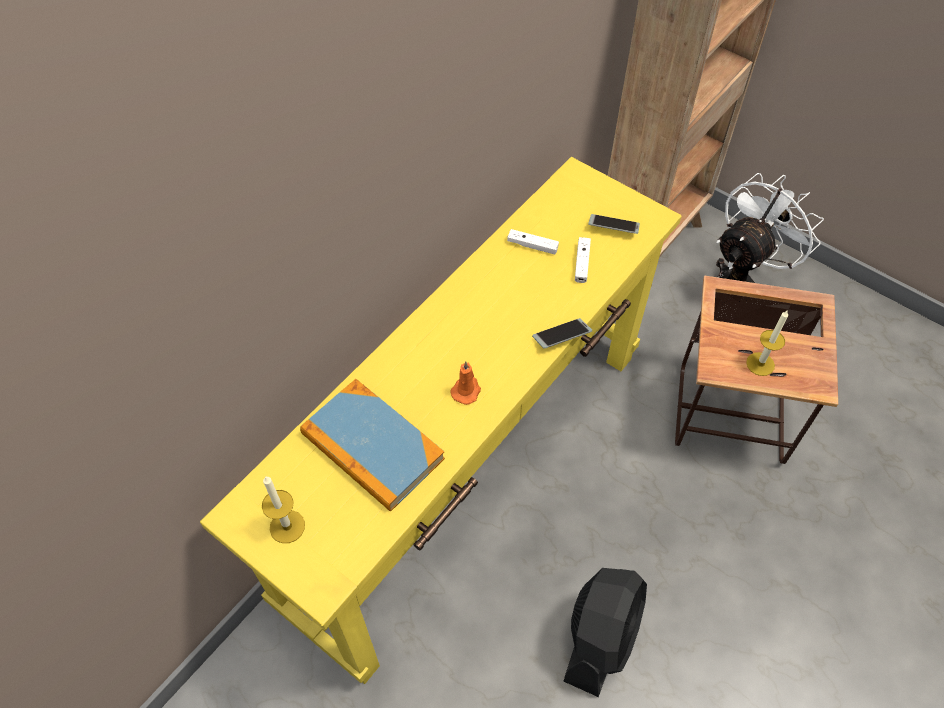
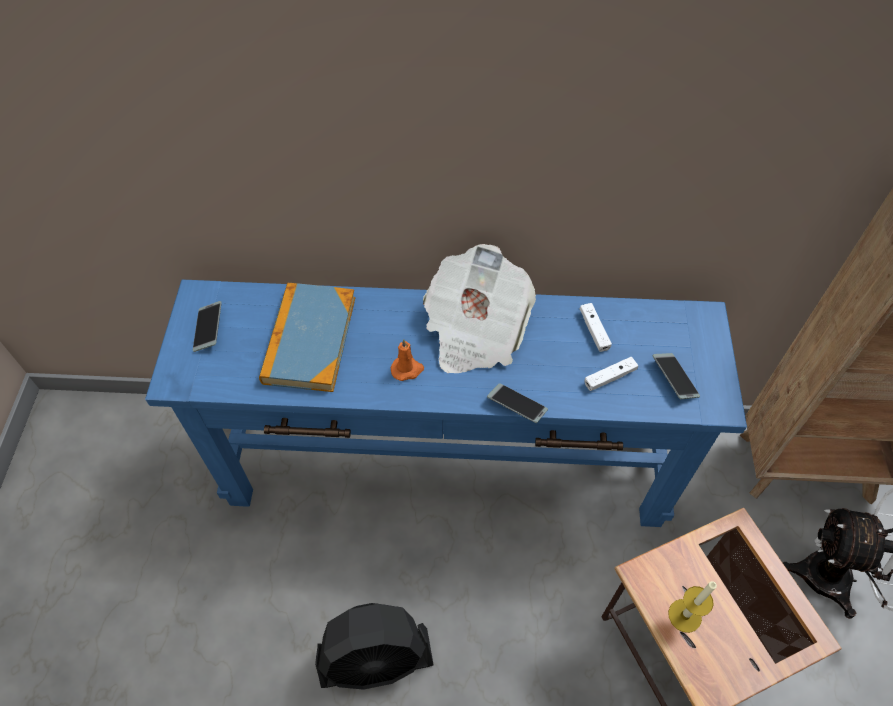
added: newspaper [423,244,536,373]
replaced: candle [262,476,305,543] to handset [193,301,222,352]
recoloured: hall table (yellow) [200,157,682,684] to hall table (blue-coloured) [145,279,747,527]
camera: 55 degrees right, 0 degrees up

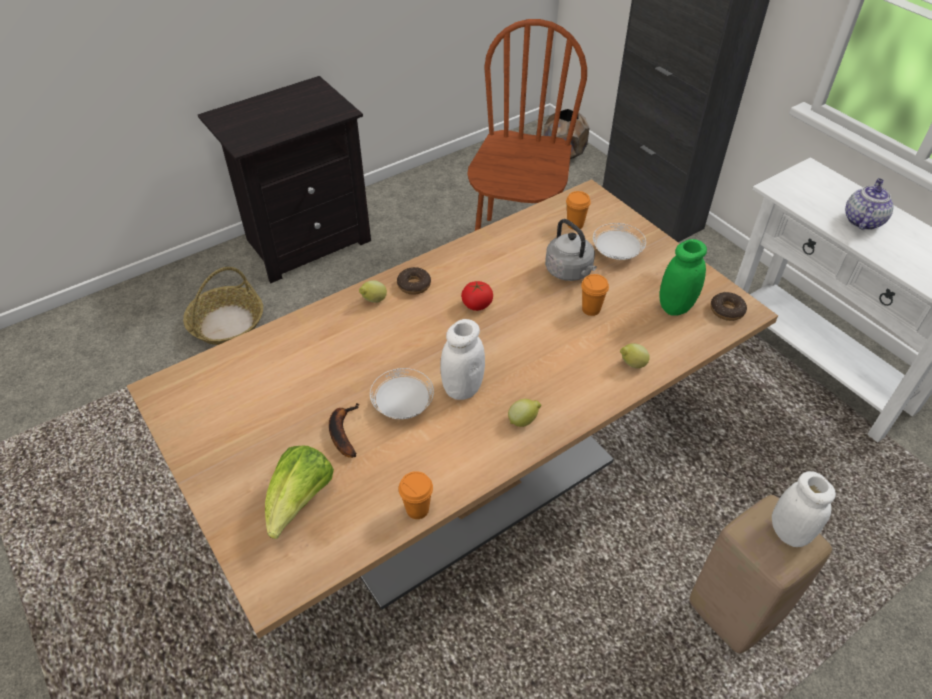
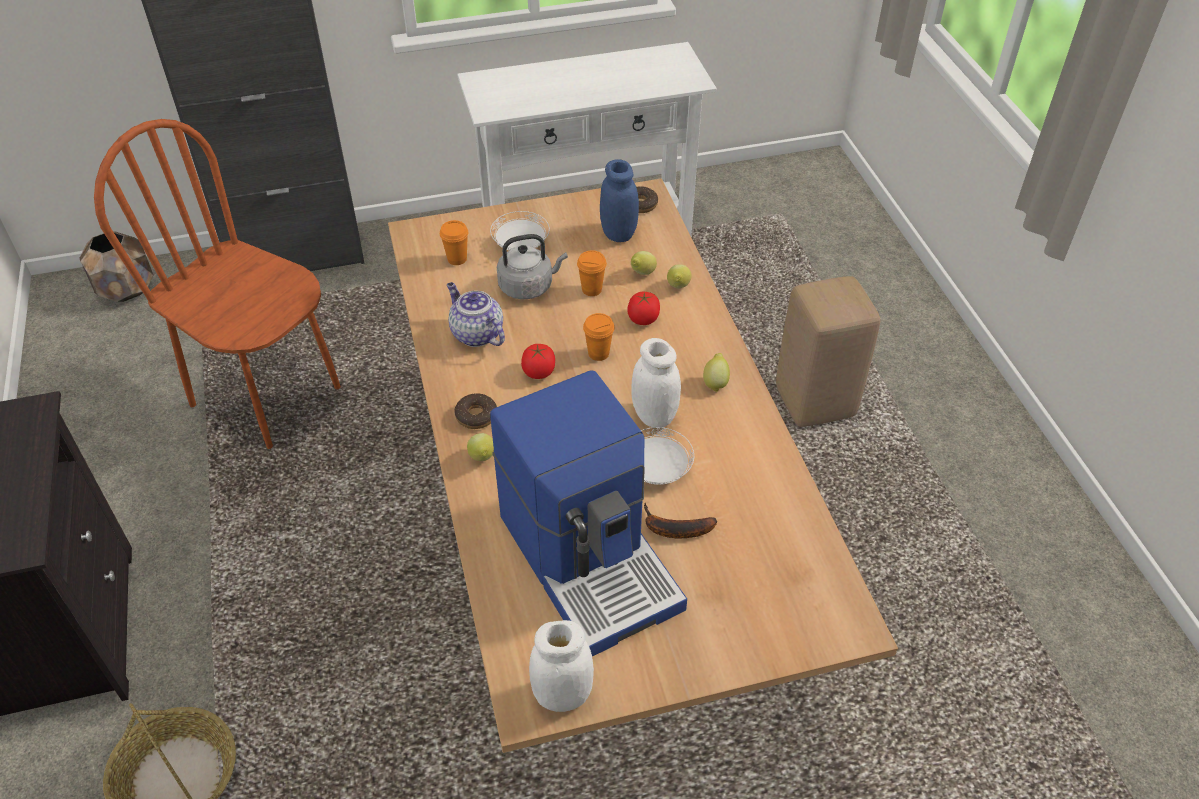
removed: lettuce [265,446,334,539]
added: coffee machine [490,370,687,656]; whole tomato [627,292,660,325]; lemon [631,251,657,275]
moved: drinking cup (orangey) [399,471,433,519] to [583,313,615,361]; jar (whitish) [772,471,836,547] to [529,620,594,712]; tea pot [845,178,894,230] to [447,282,505,347]
recoloured: jar (greenish) [659,239,707,316] to jar (blue-coloured) [600,159,639,242]
camera: 70 degrees left, 0 degrees up

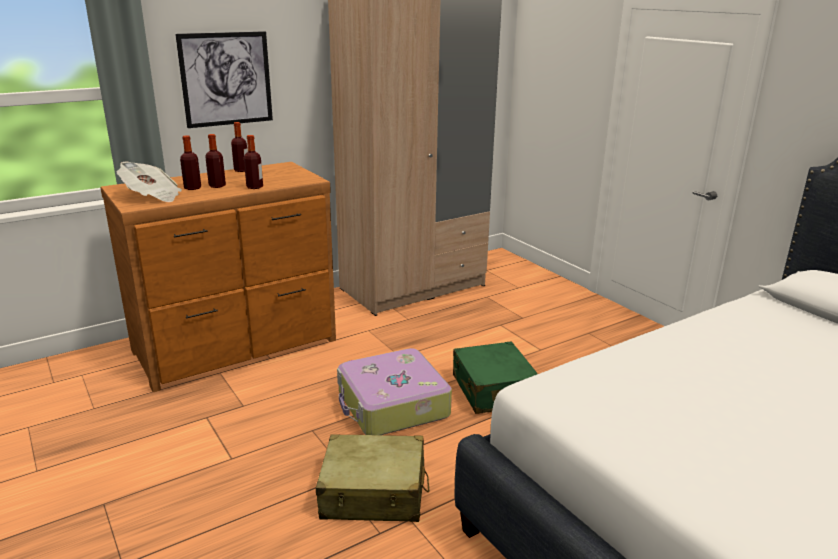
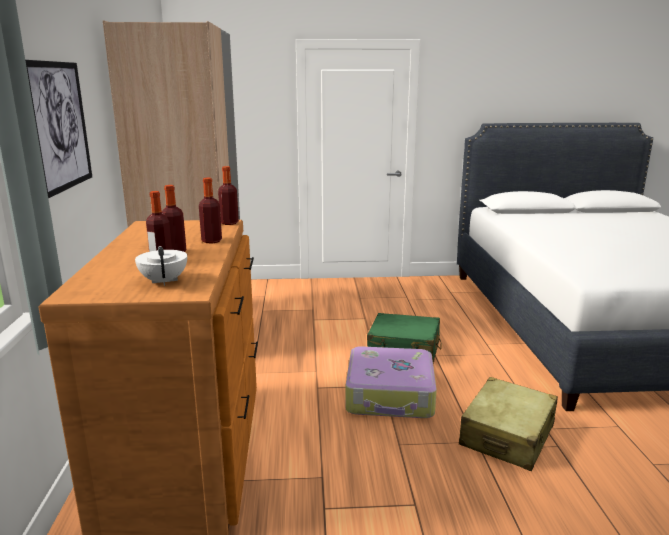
moved: drink bottle [231,122,248,172] to [218,166,239,225]
replaced: newspaper [117,162,182,202] to tea pot (whitish) [135,246,187,286]
camera: 60 degrees left, 5 degrees down

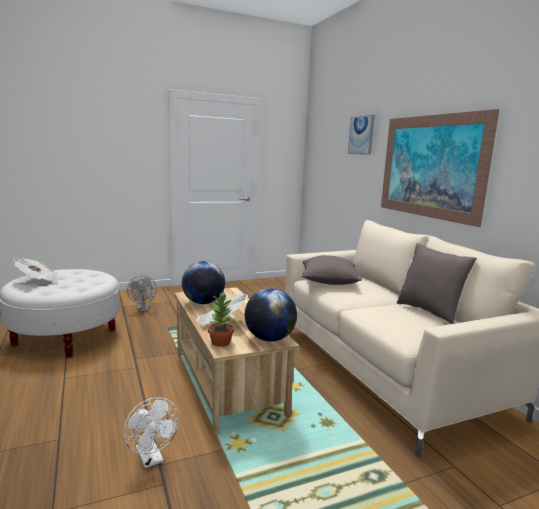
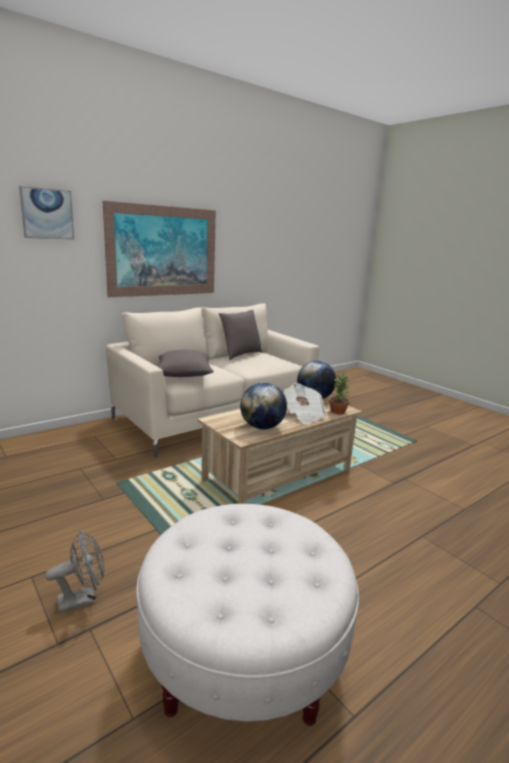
removed: newspaper [13,258,58,282]; cooling fan (whitish) [123,397,179,468]
camera: 105 degrees left, 5 degrees up

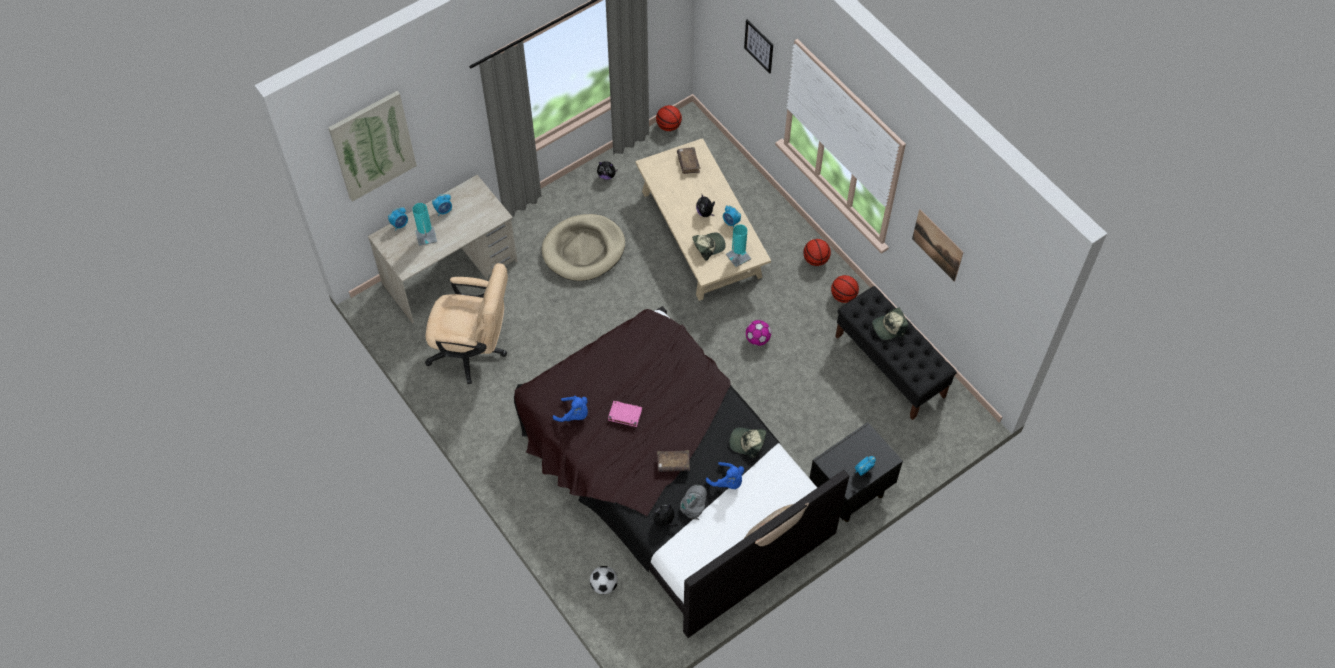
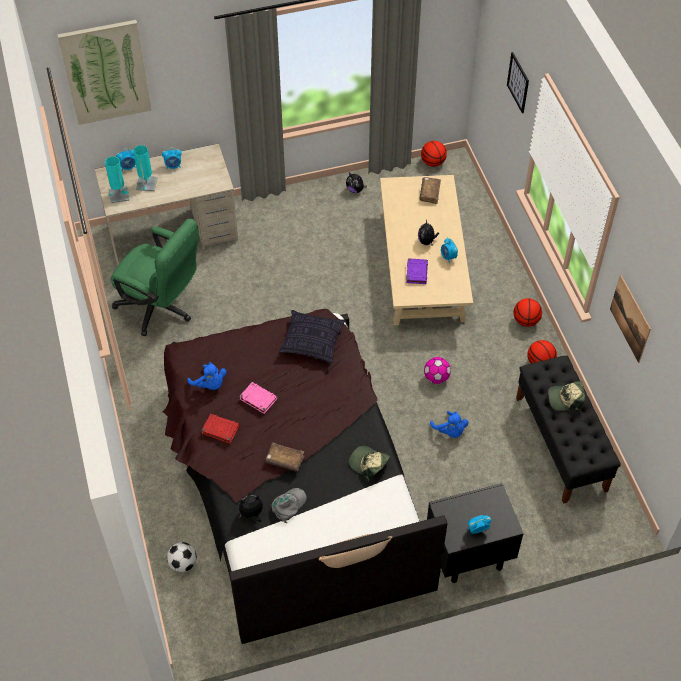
removed: dog bed (beige) [541,214,625,281]
added: volume (reddish) [201,414,240,443]; throw pillow [279,310,346,363]
moved: soft toy (blue-coloured) [706,462,744,489] to [430,411,468,438]; lamp for a table (turquoise-coloured) [726,224,751,267] to [105,156,130,203]
replaced: peaked cap [692,233,726,261] to volume (purple) [406,258,428,284]
recoloured: desk chair (beige) [425,263,508,384] to desk chair (greenish) [111,219,199,336]
camera: 20 degrees right, 5 degrees down

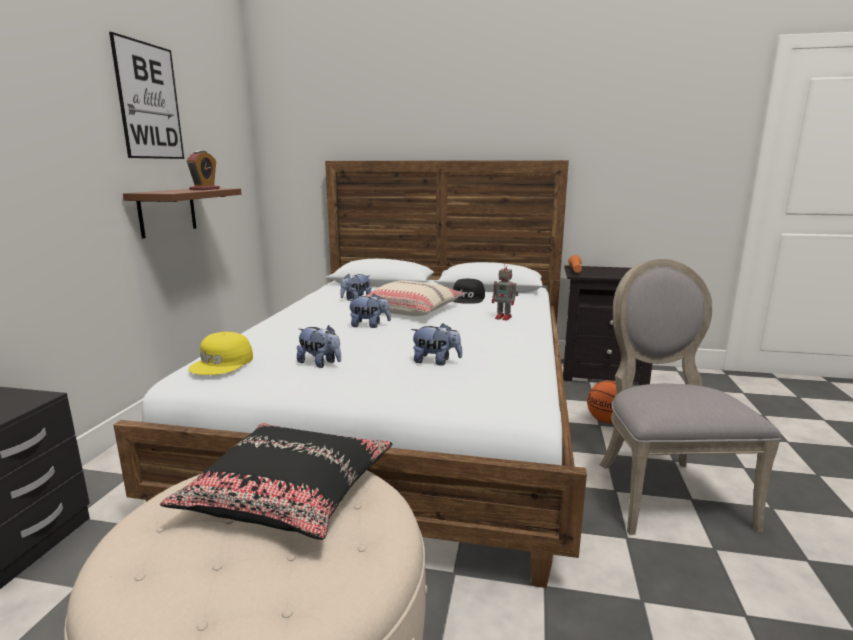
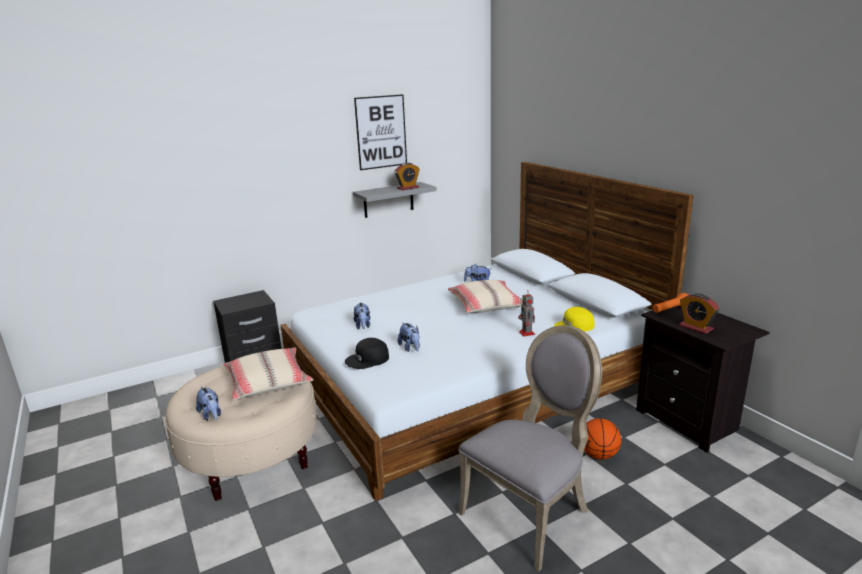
added: table clock [679,293,719,334]
moved: peaked cap (yellow) [188,332,253,375] to [554,307,594,332]; soft toy [348,294,391,328] to [196,387,221,421]; peaked cap (blackish) [453,279,485,304] to [345,338,389,369]
recoloured: shelf (brownish) [123,188,241,238] to shelf (greyish) [353,182,437,218]; throw pillow (blackish) [160,423,393,540] to throw pillow (beige) [223,347,313,400]
camera: 50 degrees right, 5 degrees up

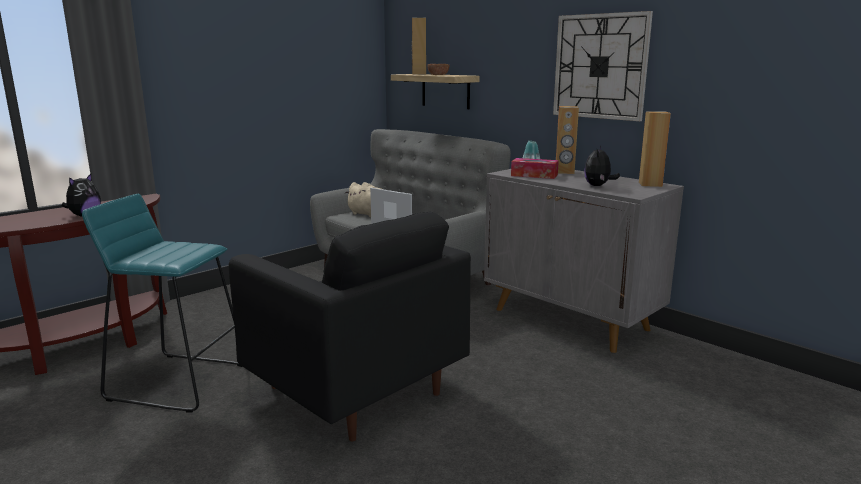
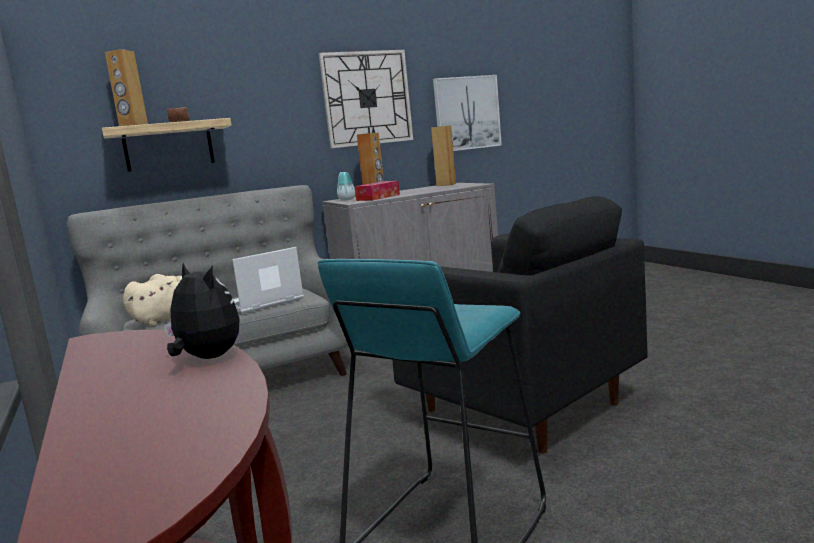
removed: soft toy [584,146,620,186]
added: picture [433,75,502,151]
turned: armchair (blackish) [229,212,471,442] = [393,196,648,453] 75 degrees clockwise
camera: 70 degrees left, 5 degrees down

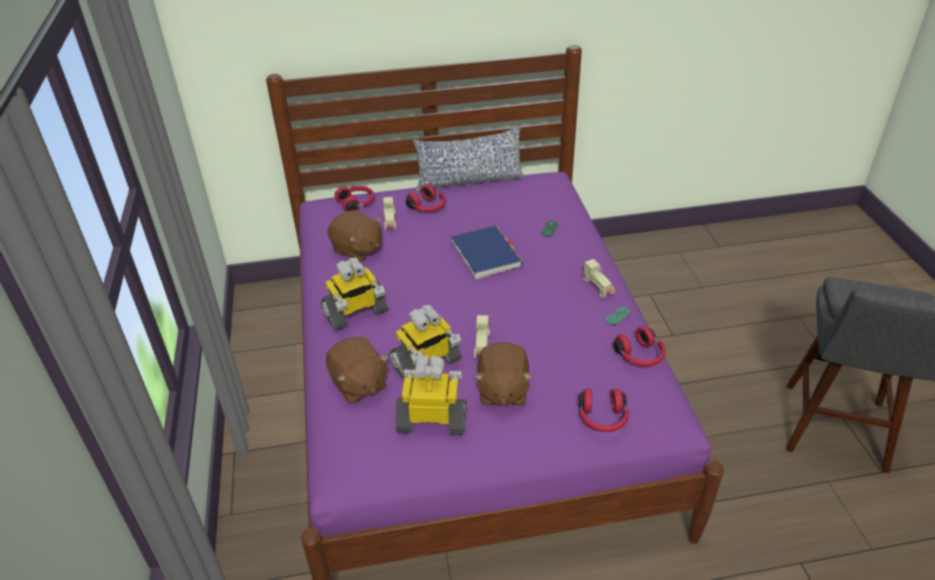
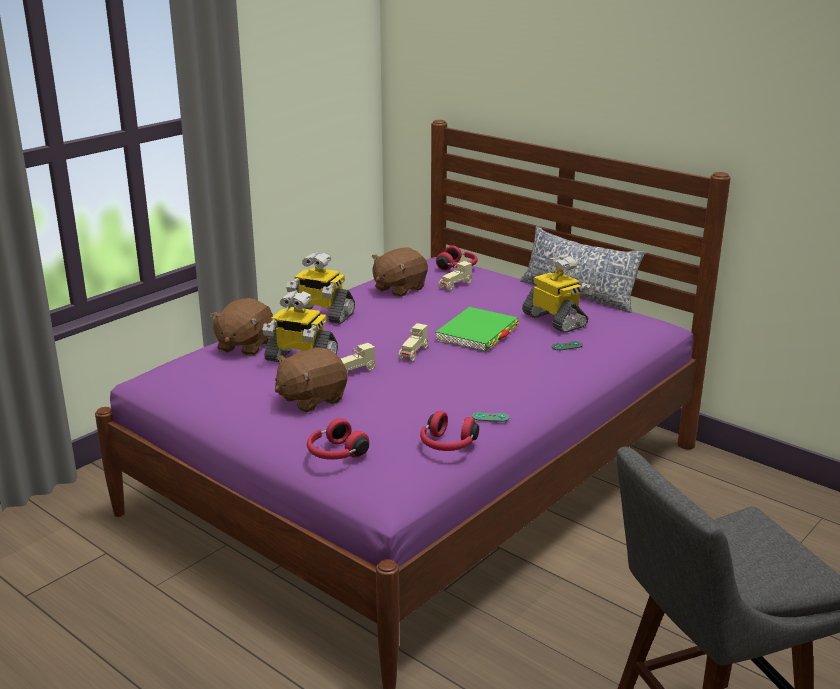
removed: headset (reddish) [406,184,446,212]
moved: model robot [396,355,466,435] to [522,255,593,333]; toy car (beige) [583,259,615,298] to [398,323,428,362]
recoloured: volume (blue-coloured) [451,226,523,280] to volume (greenish) [436,307,519,351]
turned: soft toy (brownish) [327,210,382,263] = [372,247,428,297] 45 degrees clockwise
camera: 50 degrees right, 15 degrees down

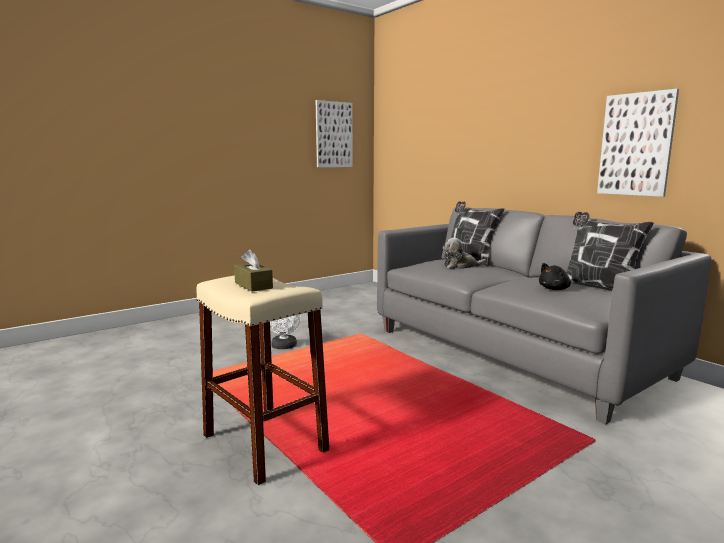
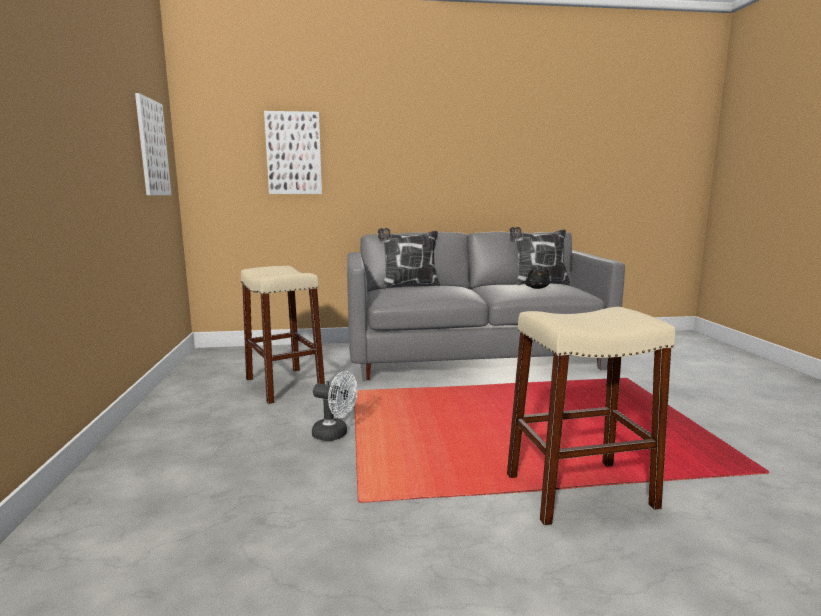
removed: tissue box (brownish) [234,250,273,292]; soft toy [443,238,486,269]
added: sitting stool (beige) [241,266,325,404]
moved: picture [597,89,679,197] to [264,111,322,194]
camera: 60 degrees left, 0 degrees up

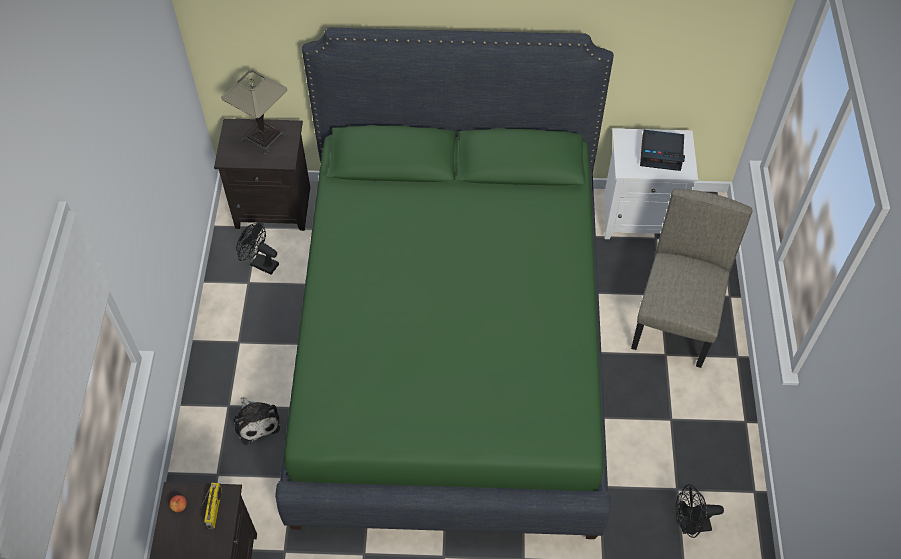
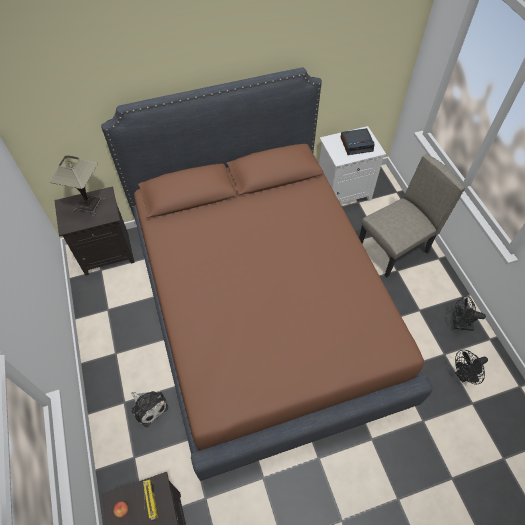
moved: cooling fan (blackish) [236,221,279,275] to [453,296,486,331]
recoloured: bedroom bed (greenish) [275,27,614,539] to bedroom bed (brownish) [101,67,433,481]
turned: chair (beige) [631,189,752,368] = [359,154,465,278] 60 degrees clockwise
camera: 20 degrees left, 0 degrees up

